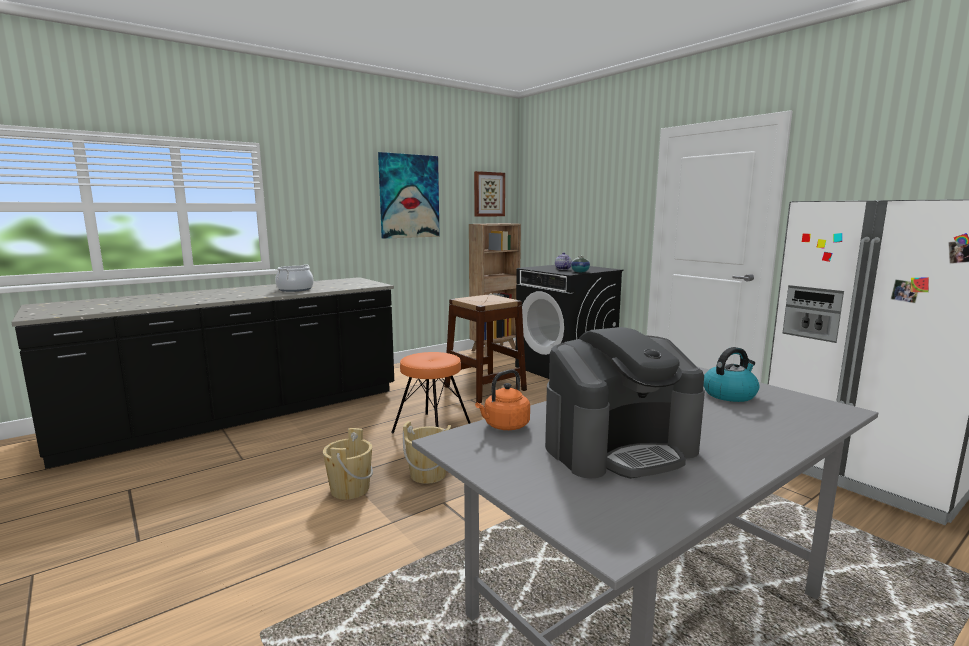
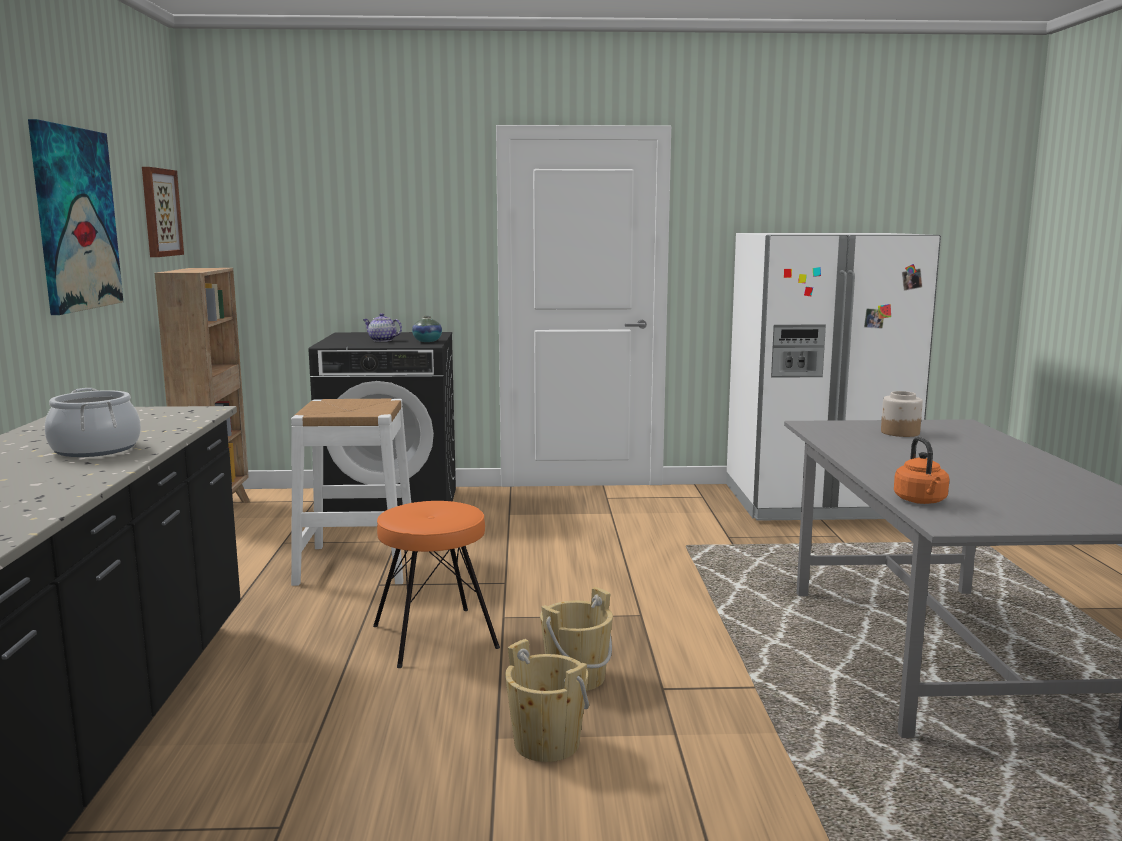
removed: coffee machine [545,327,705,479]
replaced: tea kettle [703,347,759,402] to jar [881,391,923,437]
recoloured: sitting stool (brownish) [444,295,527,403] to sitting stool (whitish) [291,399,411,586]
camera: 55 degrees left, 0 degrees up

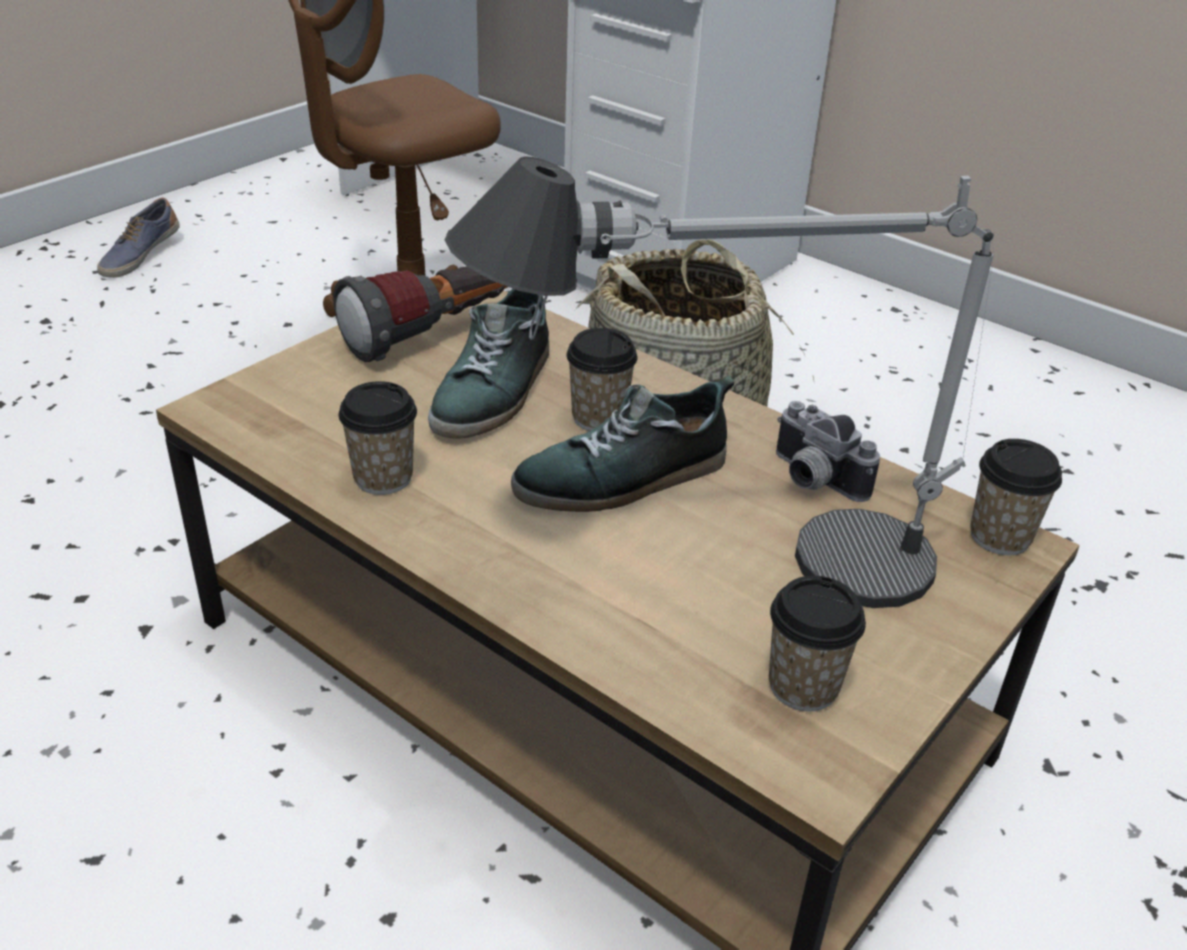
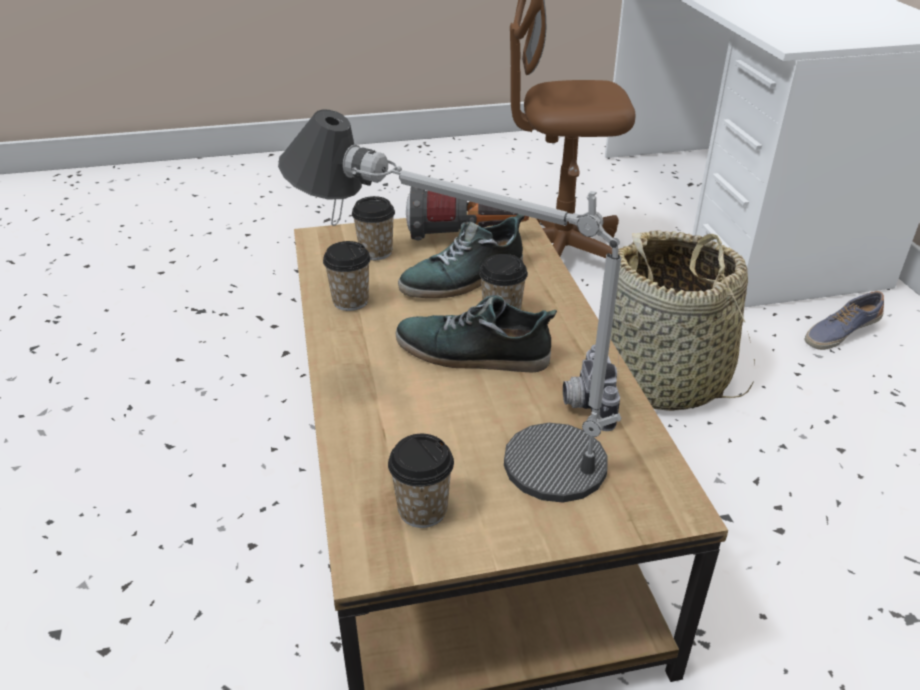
moved: item of footwear [97,198,180,278] to [805,291,884,350]; drinking cup [970,439,1062,555] to [352,196,395,260]
camera: 40 degrees right, 0 degrees up

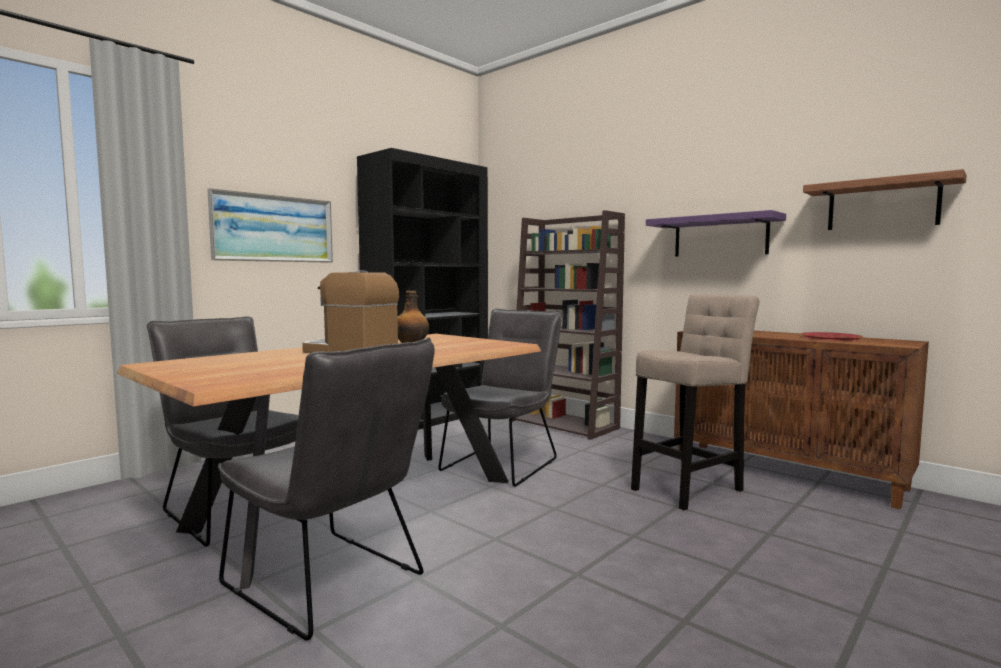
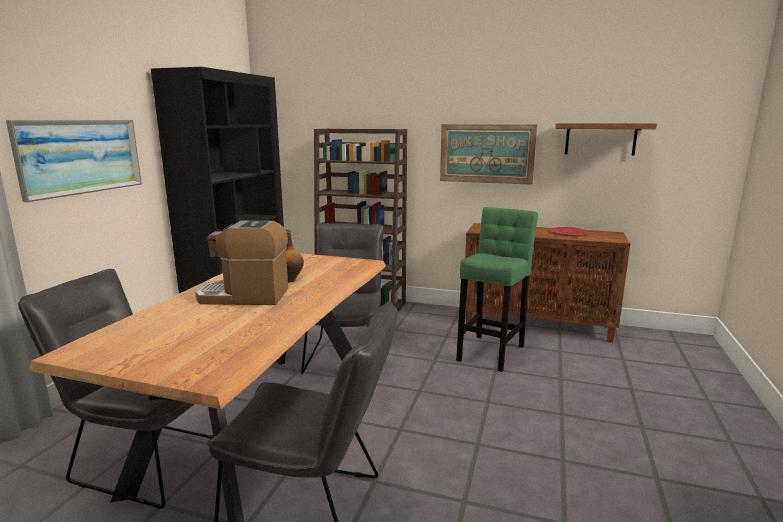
replaced: shelf (purple) [646,210,786,257] to picture [440,124,537,185]
recoloured: sitting stool (beige) [631,294,759,510] to sitting stool (greenish) [456,207,538,372]
camera: 25 degrees left, 10 degrees up

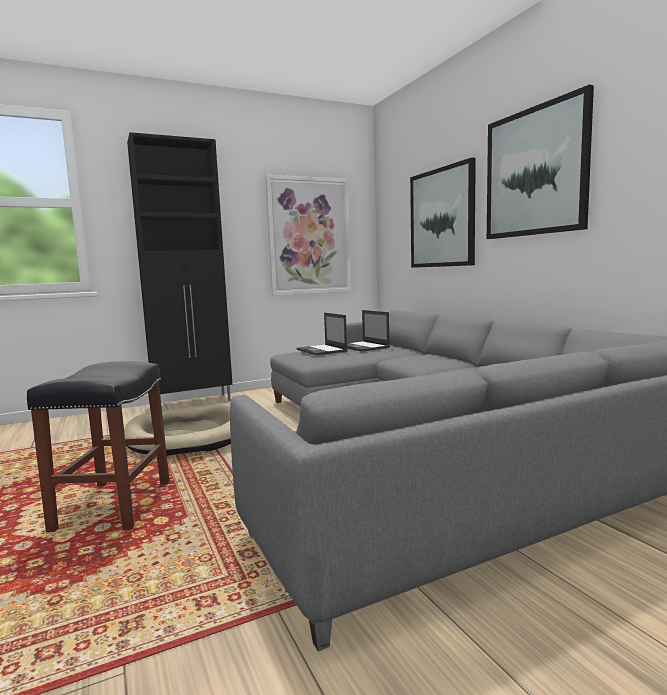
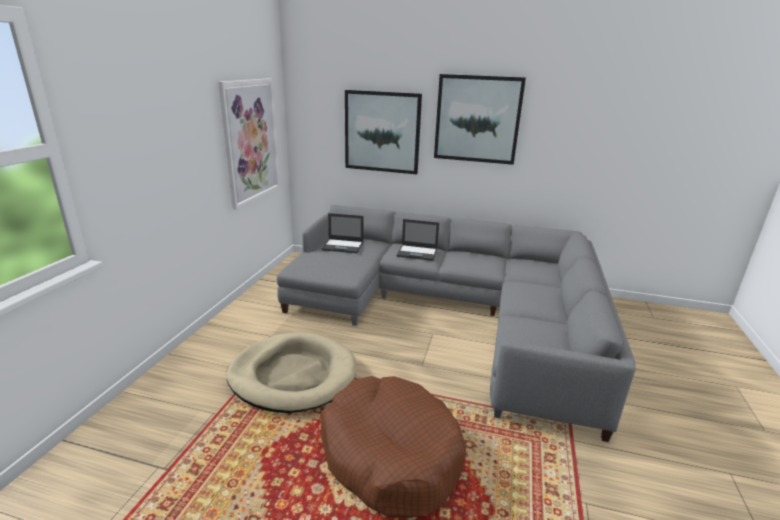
removed: storage cabinet (blackish) [127,132,233,401]
moved: laptop [297,313,348,355] to [397,219,439,261]
replaced: sitting stool (blackish) [27,361,169,532] to dog bed (brownish) [321,376,466,518]
camera: 50 degrees left, 15 degrees up

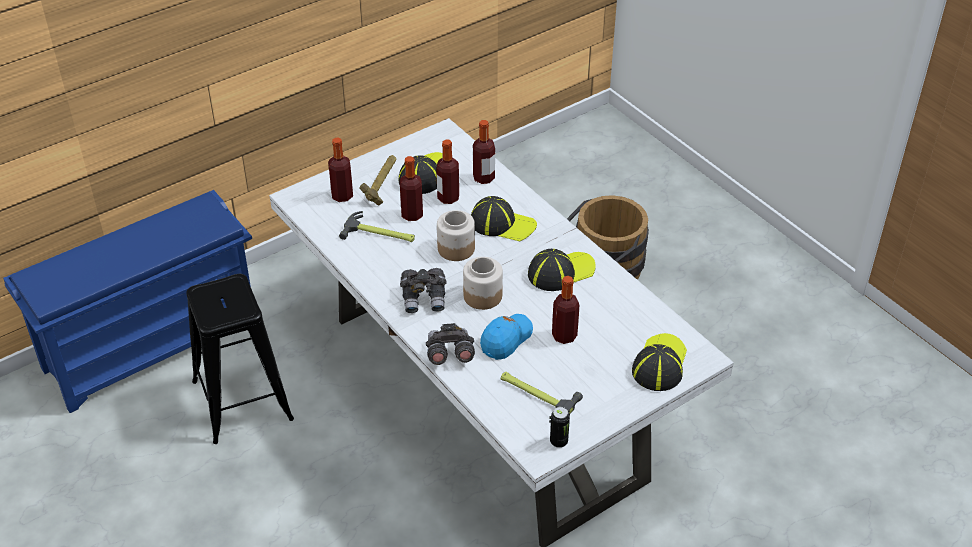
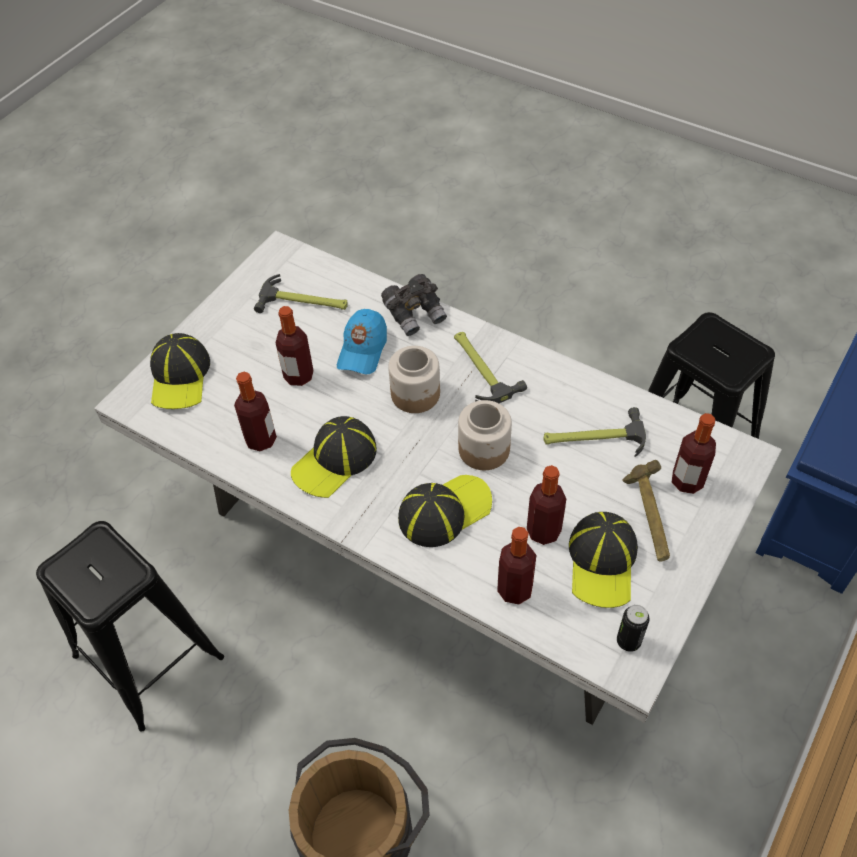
added: sitting stool (blackish) [36,521,224,732]
moved: drink bottle [400,156,423,221] to [234,372,277,451]; metal can [550,407,570,448] to [617,605,649,652]
replaced: field glasses (greyish) [400,268,447,313] to tool hammer [454,332,527,403]
turned: peaked cap [471,196,537,241] = [398,475,492,547] 150 degrees clockwise
camera: 160 degrees right, 10 degrees up

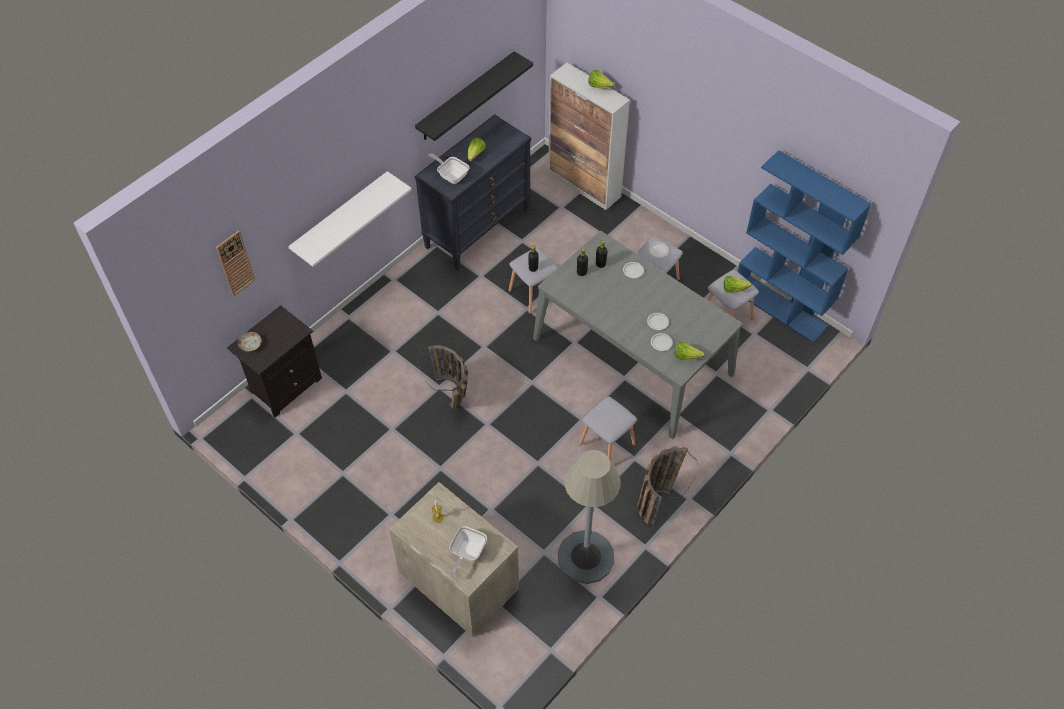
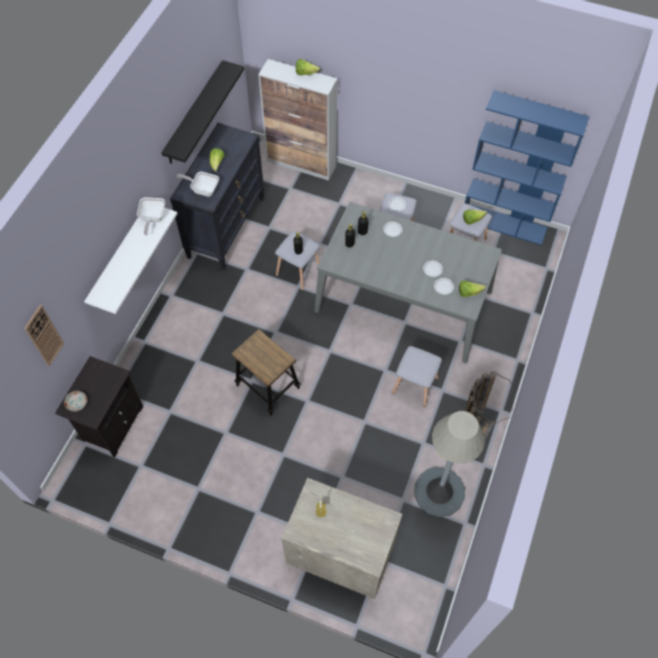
moved: skillet [449,526,487,577] to [137,197,165,235]
replaced: basket [417,345,468,409] to sitting stool [231,329,301,416]
camera: 20 degrees left, 5 degrees up

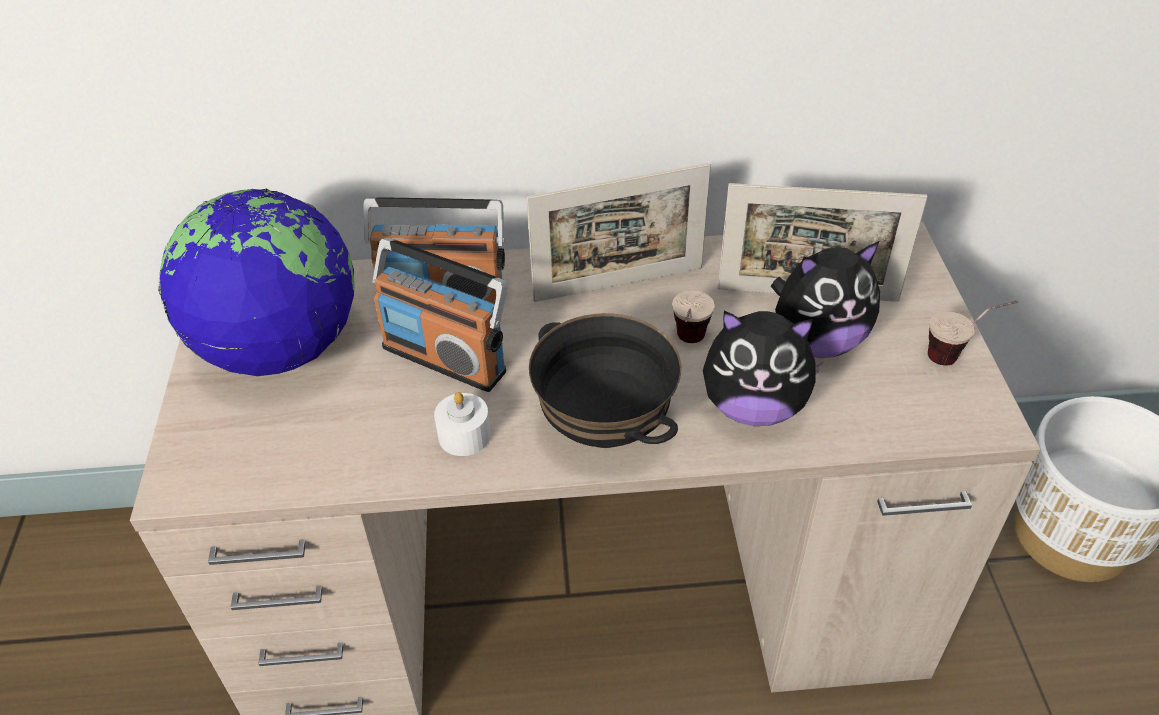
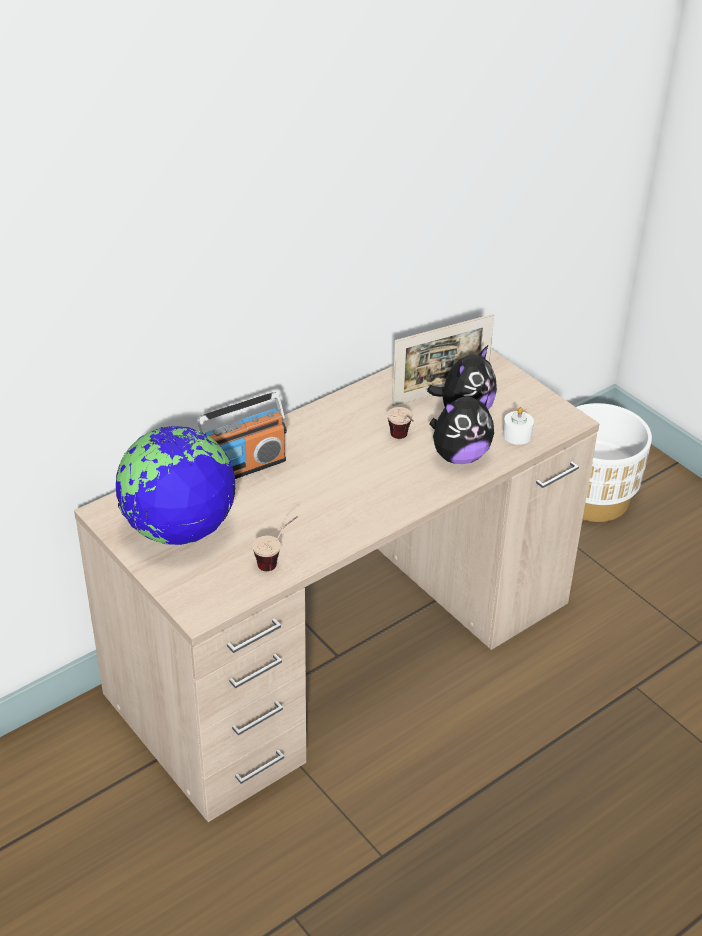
removed: radio set [372,238,508,392]; picture frame [526,163,711,302]; serving bowl (blackish) [529,313,681,448]
moved: candle (whitish) [434,392,491,456] to [503,407,534,445]; drinking cup [928,301,1018,366] to [252,516,298,571]
camera: 35 degrees left, 5 degrees down

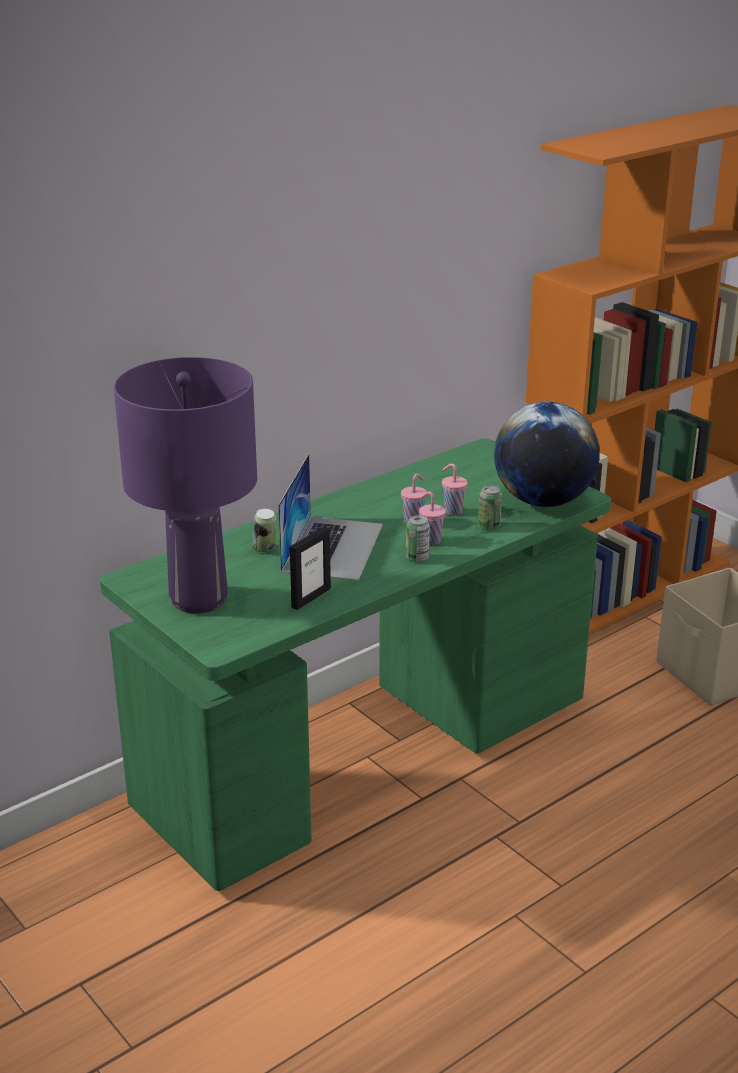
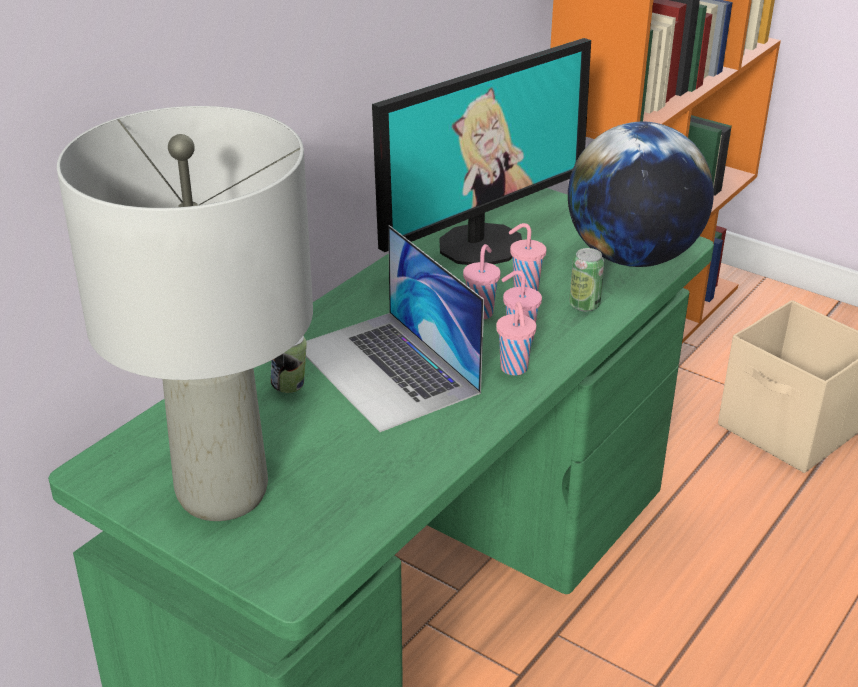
removed: picture frame [290,527,331,610]
added: computer screen [372,38,591,265]
replaced: metal can [406,515,430,563] to drinking cup (pink) [496,301,536,375]
recoloured: lamp for a table (purple) [114,357,257,614] to lamp for a table (greyish) [57,106,313,521]
turned: laptop [278,454,383,581] = [306,225,484,432] 150 degrees clockwise
camera: 15 degrees left, 5 degrees up

